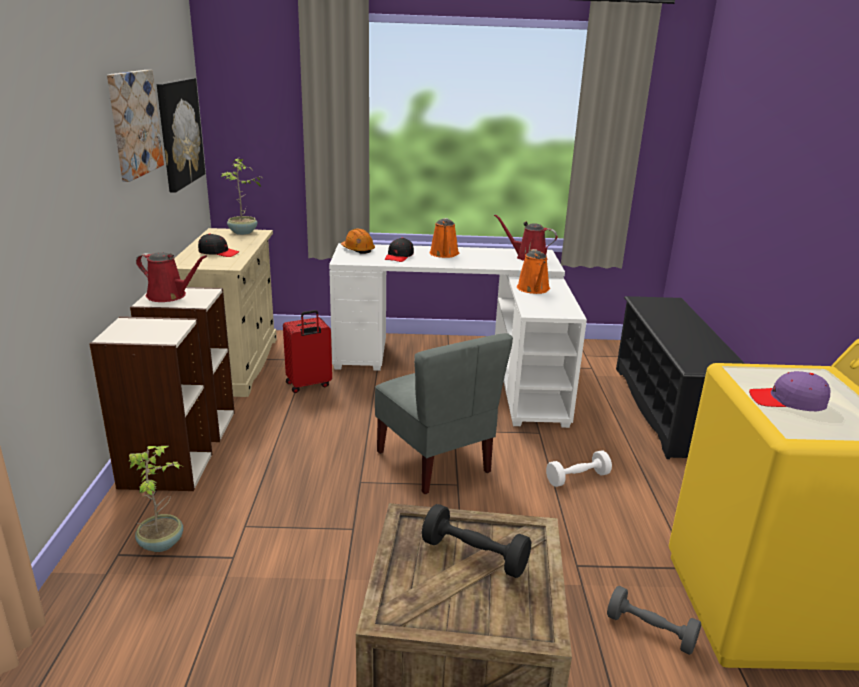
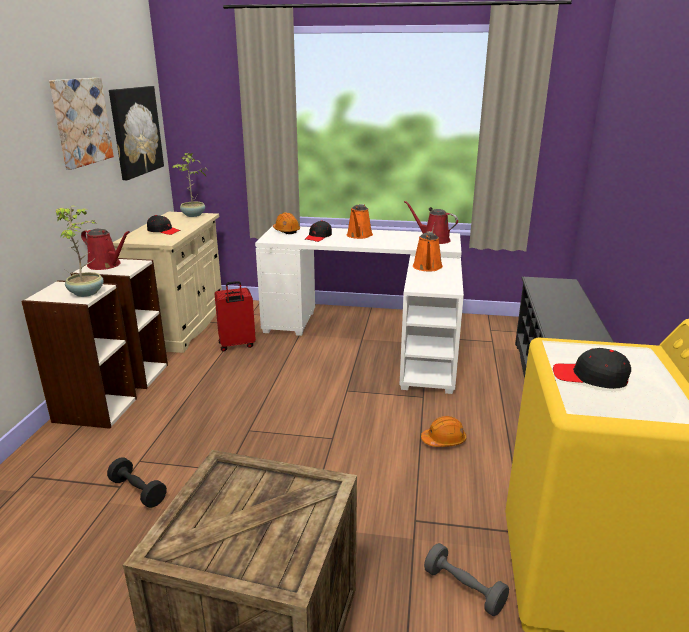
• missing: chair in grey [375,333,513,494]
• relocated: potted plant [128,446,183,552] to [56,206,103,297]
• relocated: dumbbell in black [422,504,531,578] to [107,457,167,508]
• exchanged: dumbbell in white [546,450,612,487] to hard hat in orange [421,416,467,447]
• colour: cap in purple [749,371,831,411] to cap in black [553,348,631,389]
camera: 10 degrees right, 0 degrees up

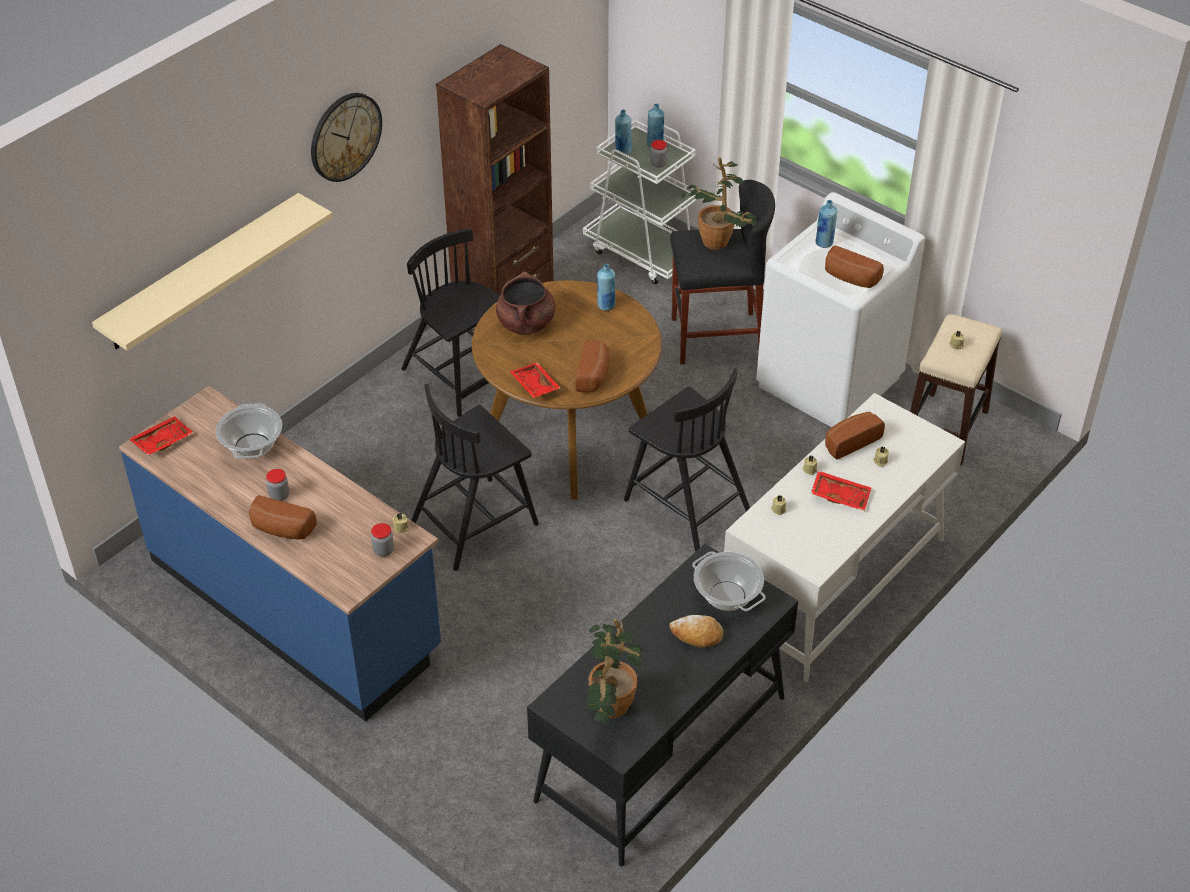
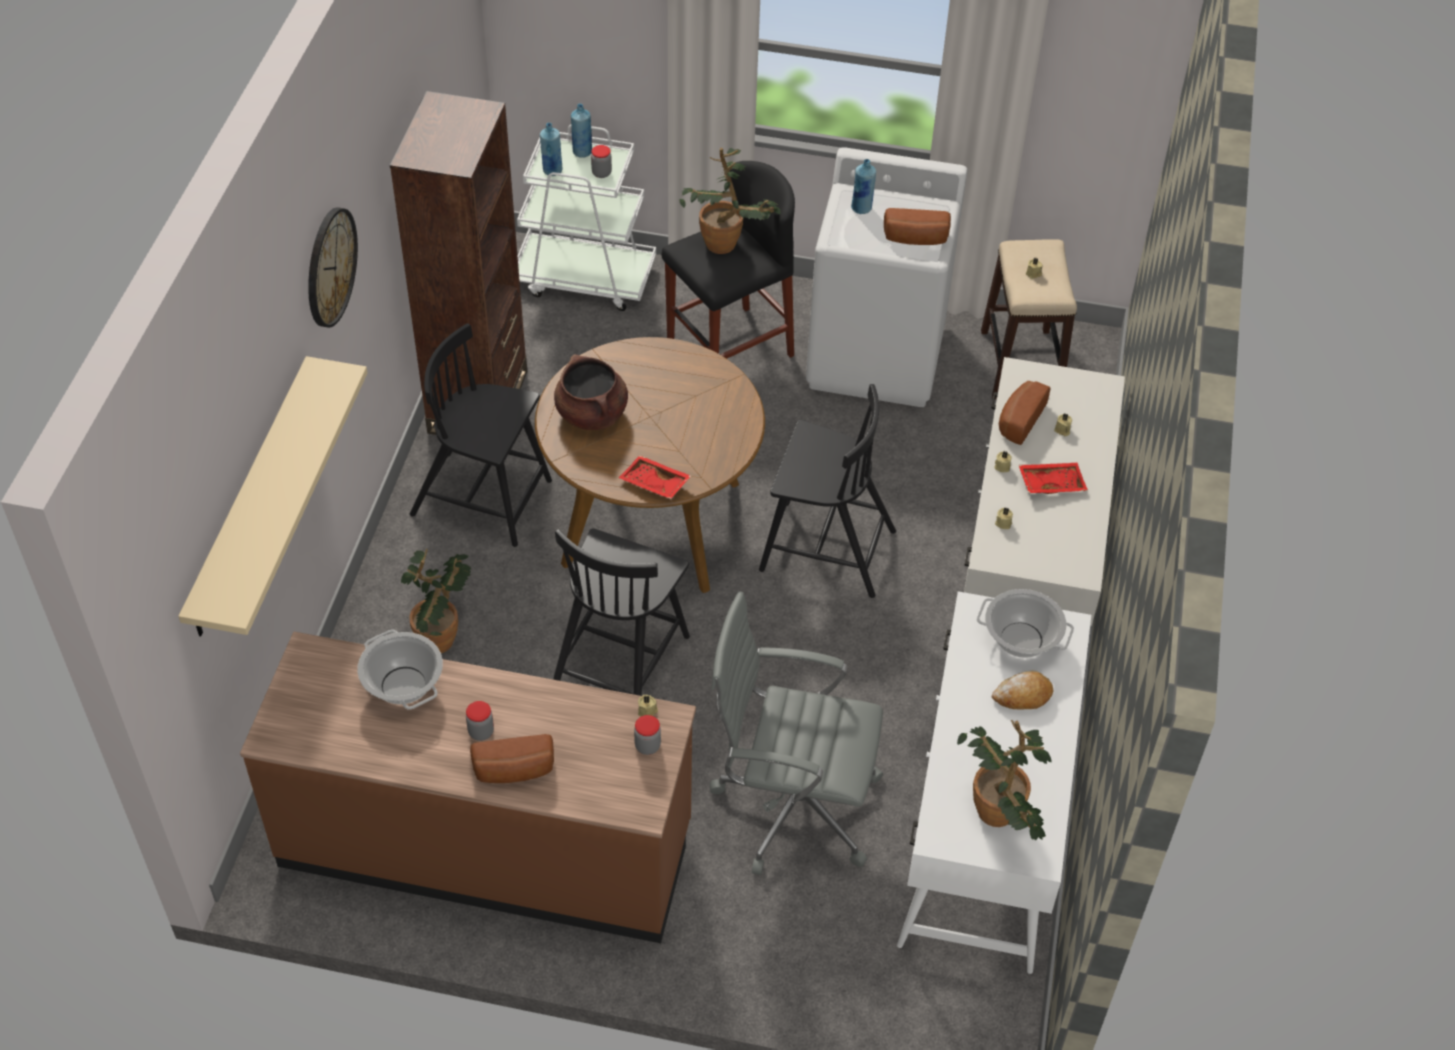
• missing: tray in red [129,416,194,455]
• missing: bread [575,339,610,392]
• missing: bottle in blue [597,264,615,311]
• appeared: potted plant [401,549,471,653]
• appeared: office chair in grey [710,592,883,875]
• colour: counter in blue [119,385,441,722] to counter in brown [240,632,696,943]
• colour: desk in black [527,543,798,867] to desk in white [897,591,1091,974]
camera: 30 degrees left, 5 degrees up

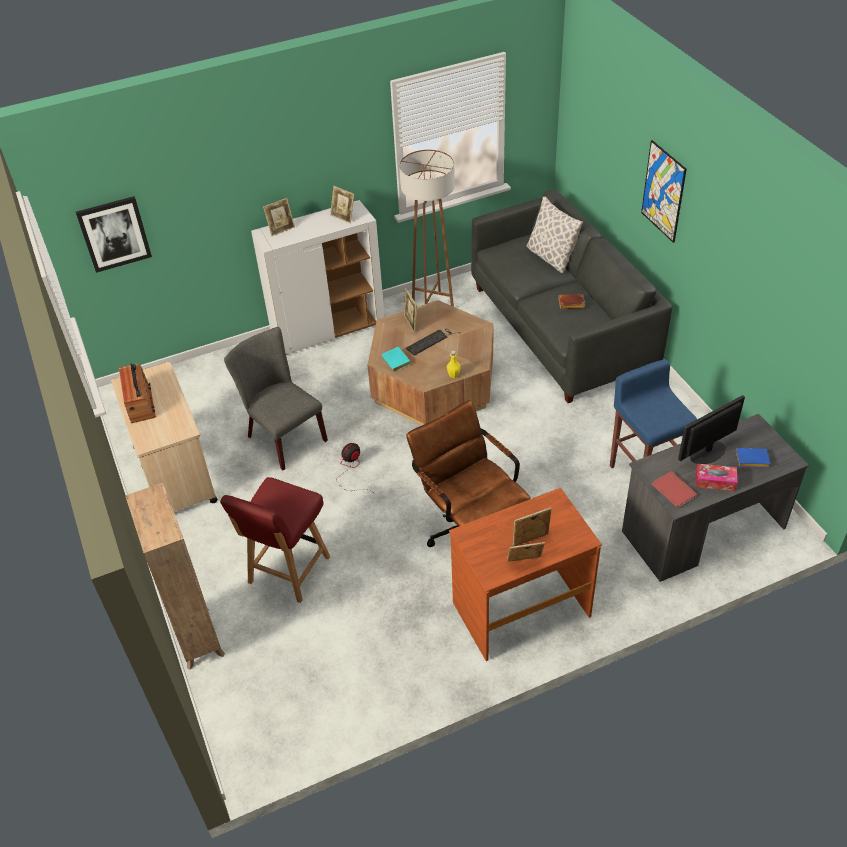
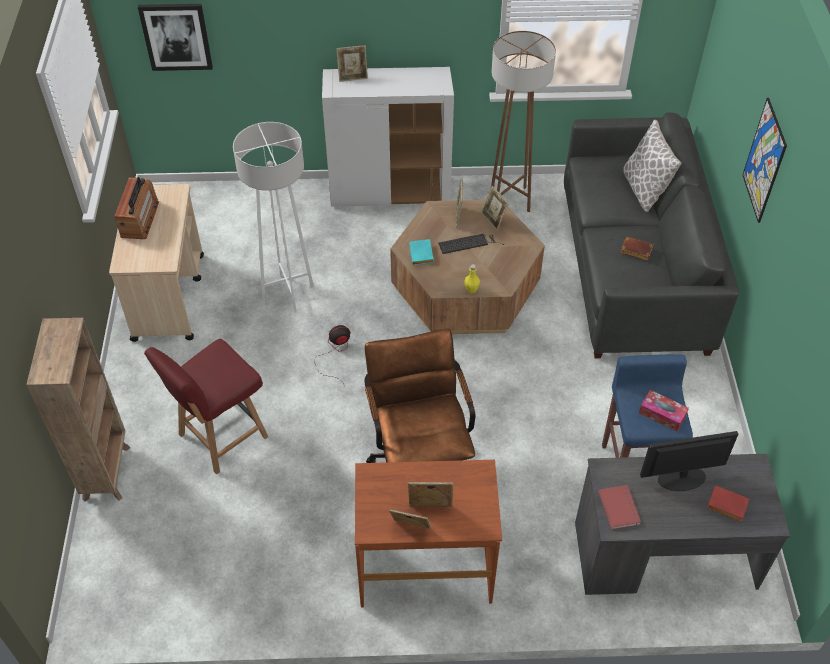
• relocated: picture frame [330,186,354,223] to [481,186,509,230]
• relocated: tissue box [696,464,738,491] to [639,390,689,431]
• exchanged: chair in grey [224,327,328,471] to floor lamp in white [233,122,314,313]
• colour: book in blue [736,448,770,468] to book in red [707,485,749,522]
camera: 20 degrees right, 5 degrees up

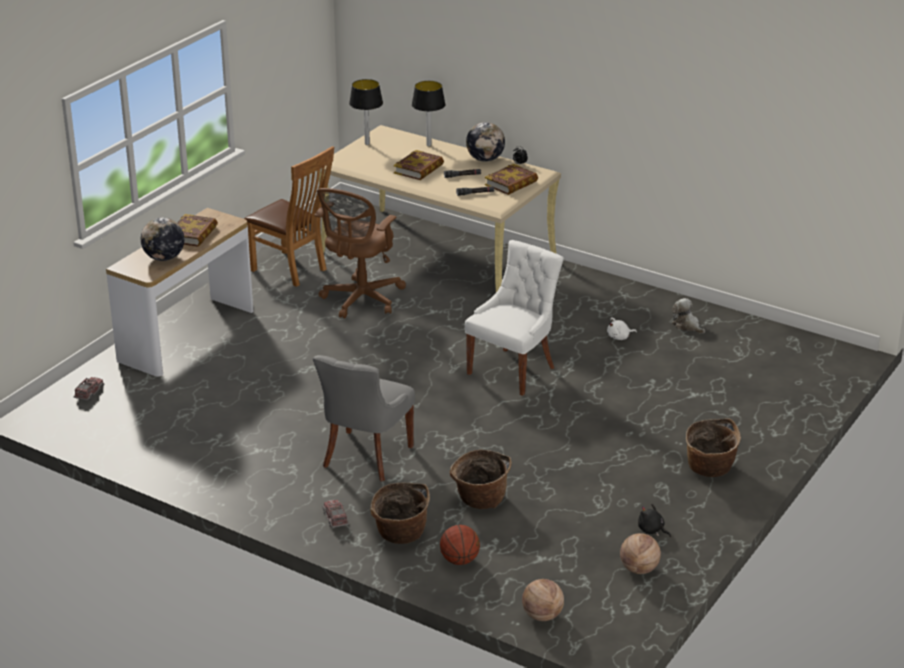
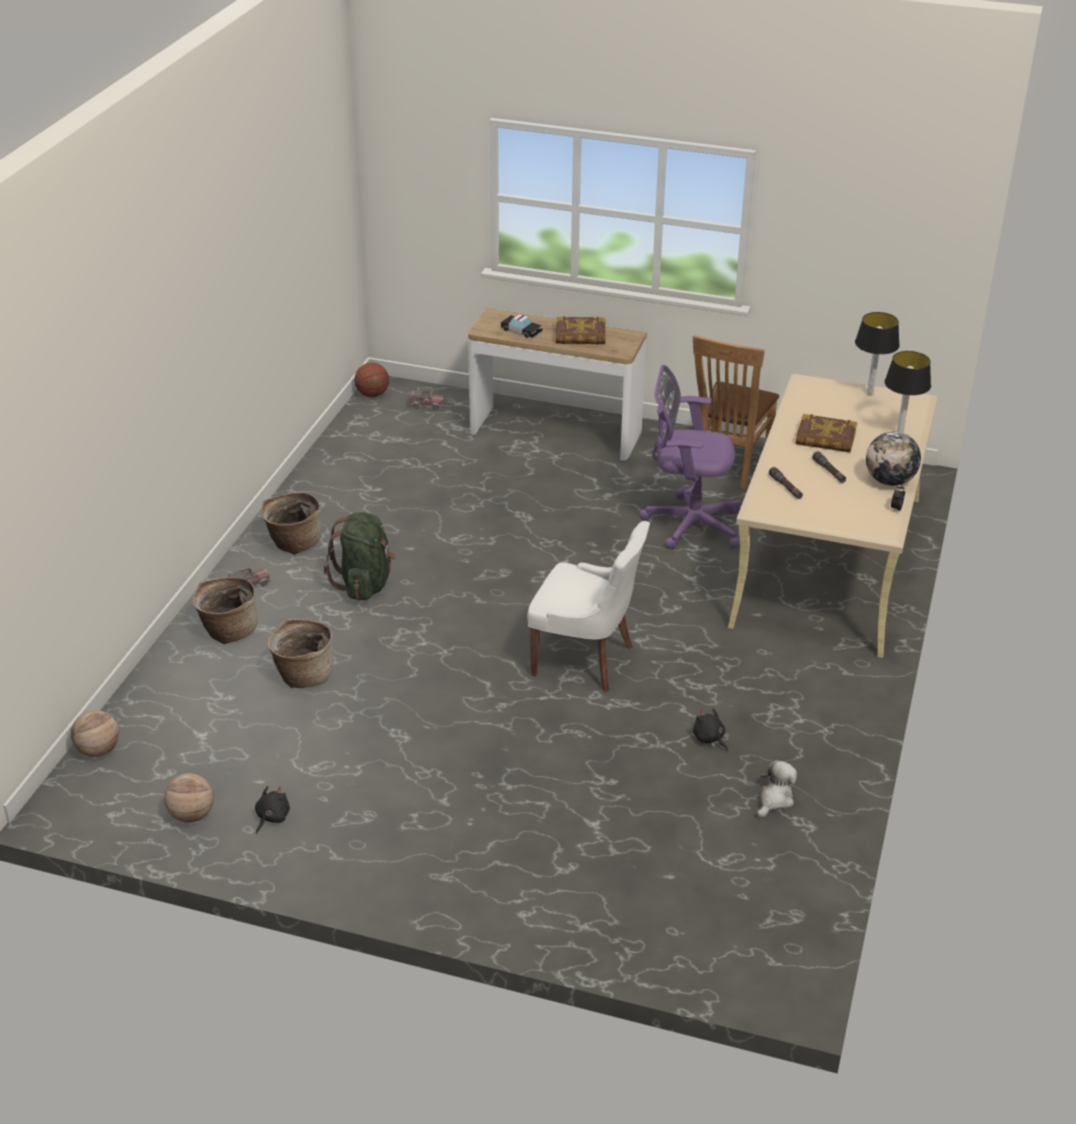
• missing: book [485,164,538,195]
• relocated: basketball [440,525,480,565] to [355,362,389,397]
• relocated: basket [686,418,741,477] to [261,492,321,555]
• exchanged: globe [141,217,184,261] to toy car [501,314,543,338]
• exchanged: chair in grey [313,355,415,481] to backpack in green [324,512,396,600]
• colour: office chair in brown [314,188,406,318] to office chair in purple [639,365,742,549]
• colour: plush toy in white [607,318,637,340] to plush toy in black [693,708,728,751]
camera: 75 degrees right, 5 degrees up

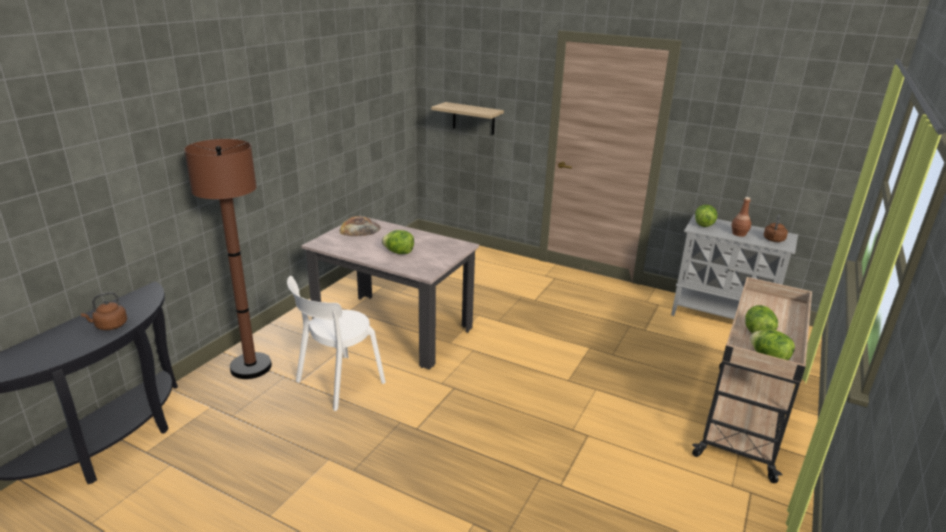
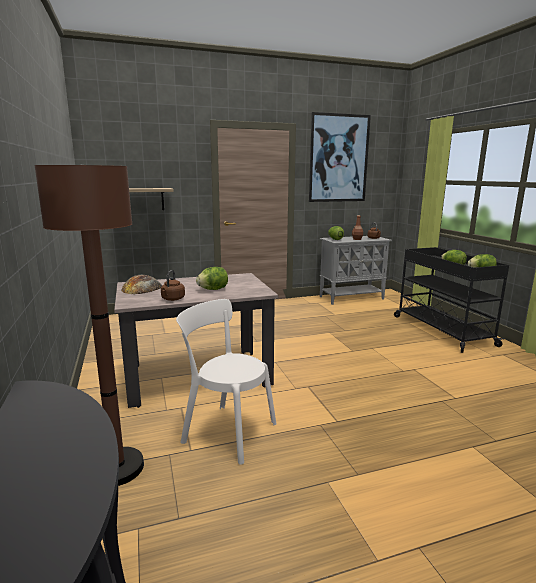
• appeared: picture [309,112,371,202]
• relocated: kettle in brown [81,292,127,330] to [161,270,185,301]
• colour: cart in beige [692,277,812,483] to cart in black [394,247,509,353]
• spun: chair in white [287,276,386,411] = [176,299,276,465] 120 degrees clockwise
camera: 45 degrees left, 10 degrees down

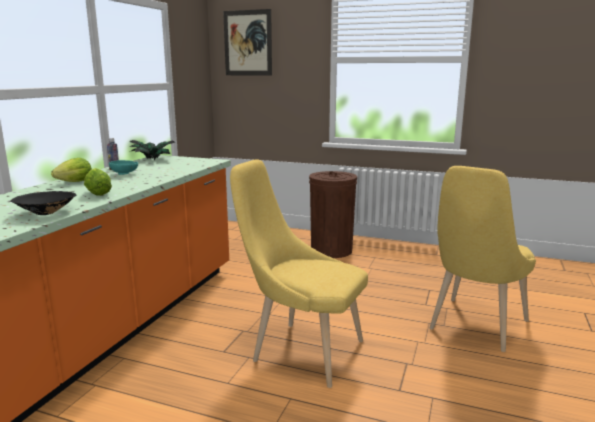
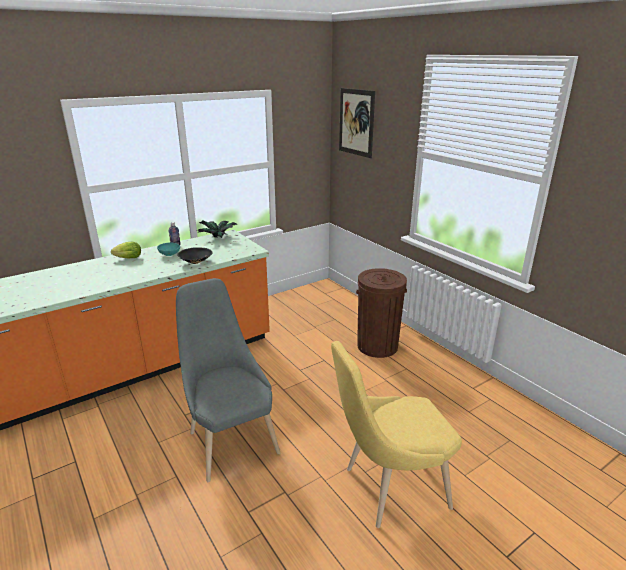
• missing: lettuce [84,168,112,196]
• relocated: bowl in black [11,191,76,215] to [177,247,213,264]
• colour: chair in yellow [230,159,368,388] to chair in grey [176,278,280,482]
camera: 35 degrees right, 10 degrees up

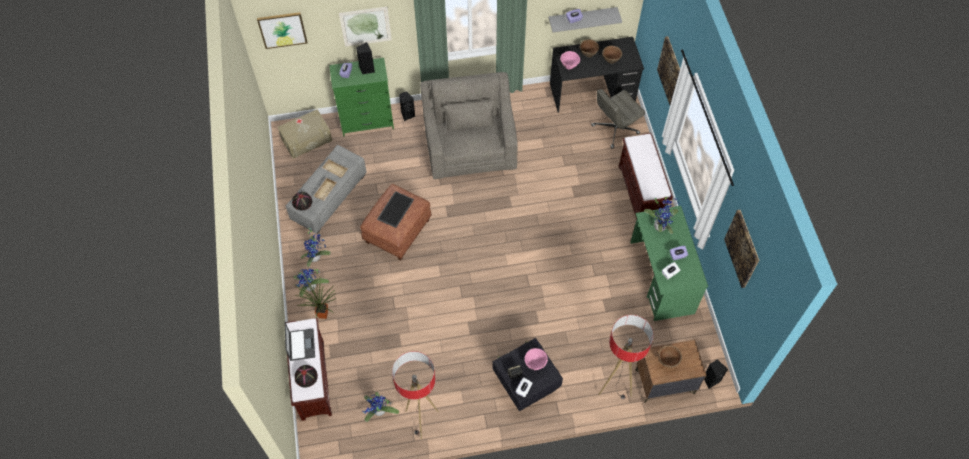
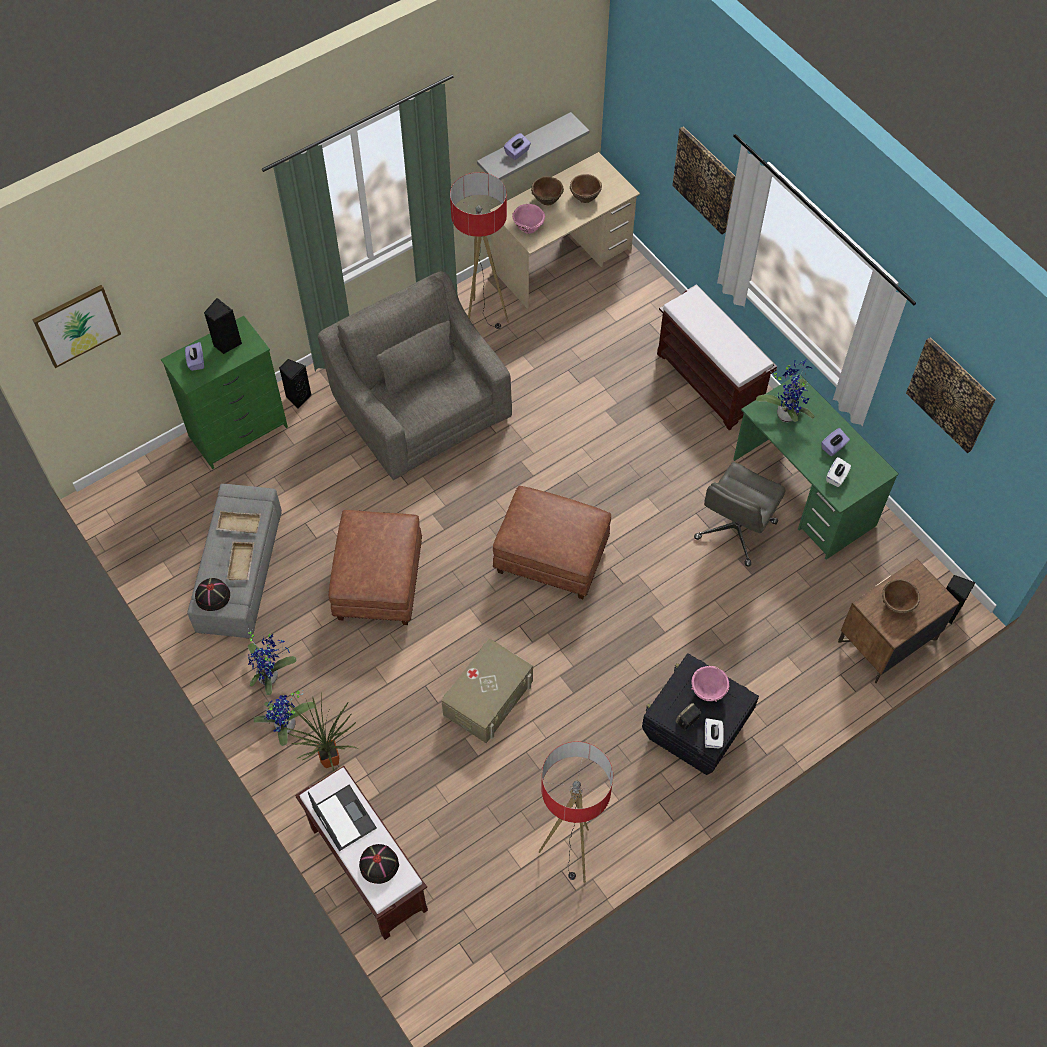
• missing: picture [339,7,392,47]
• missing: potted plant [362,392,399,422]
• missing: tray [377,191,414,228]
• appeared: ottoman in brown [493,486,611,599]
• relocated: storage box in beige [278,109,332,158] to [441,638,533,743]
• relocated: office chair in grey [591,89,645,149] to [694,462,785,566]
• relocated: floor lamp [599,315,654,399] to [450,172,509,329]
• colour: desk in black [550,37,644,113] to desk in beige [490,152,640,309]
camera: 25 degrees left, 0 degrees up

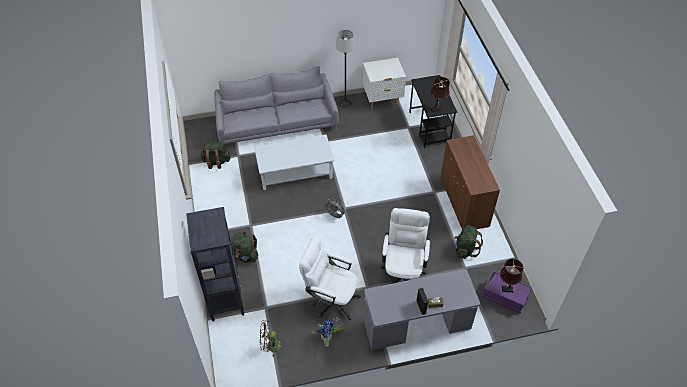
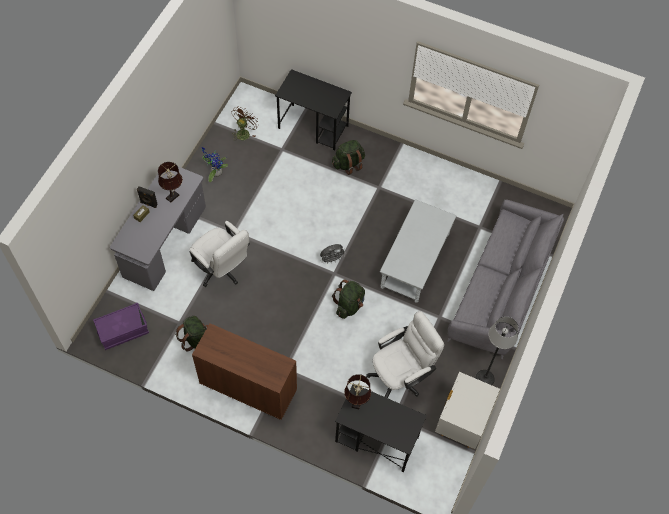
• relocated: backpack in green [200,141,230,169] to [332,279,365,319]
• relocated: office chair in white [299,236,361,320] to [366,311,444,398]
• relocated: table lamp in brown [500,259,524,292] to [158,162,183,203]
• exchanged: bookcase in black [186,207,244,322] to desk in black [275,69,352,150]
camera: 125 degrees right, 10 degrees up

